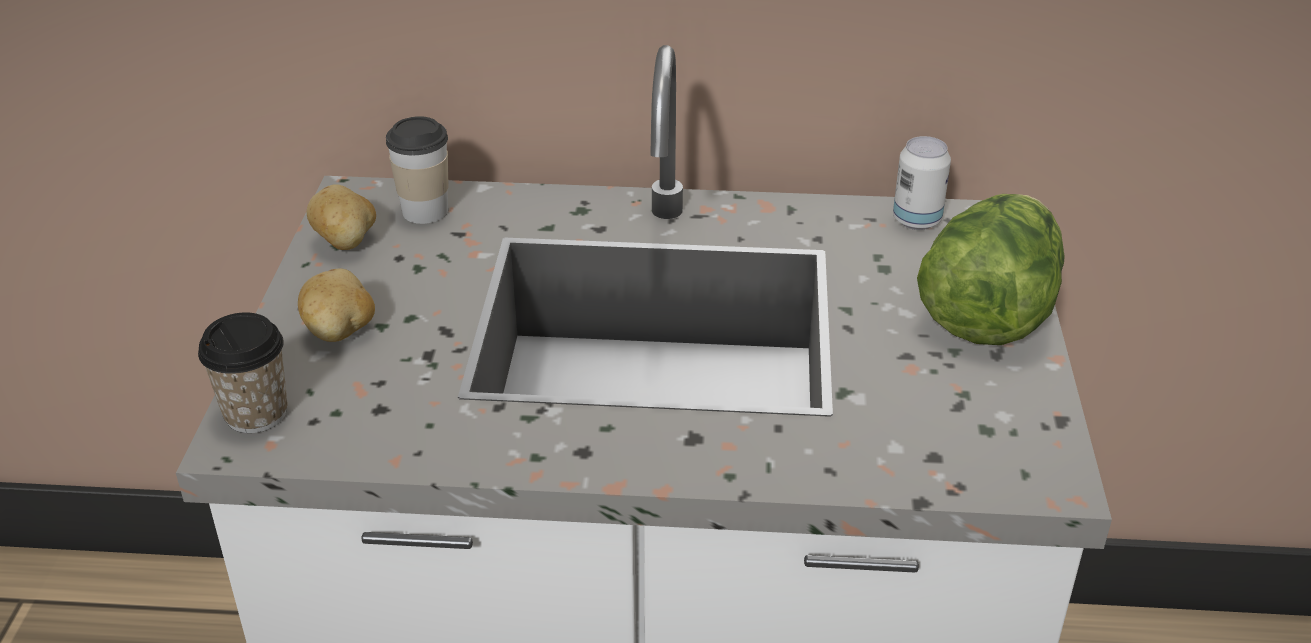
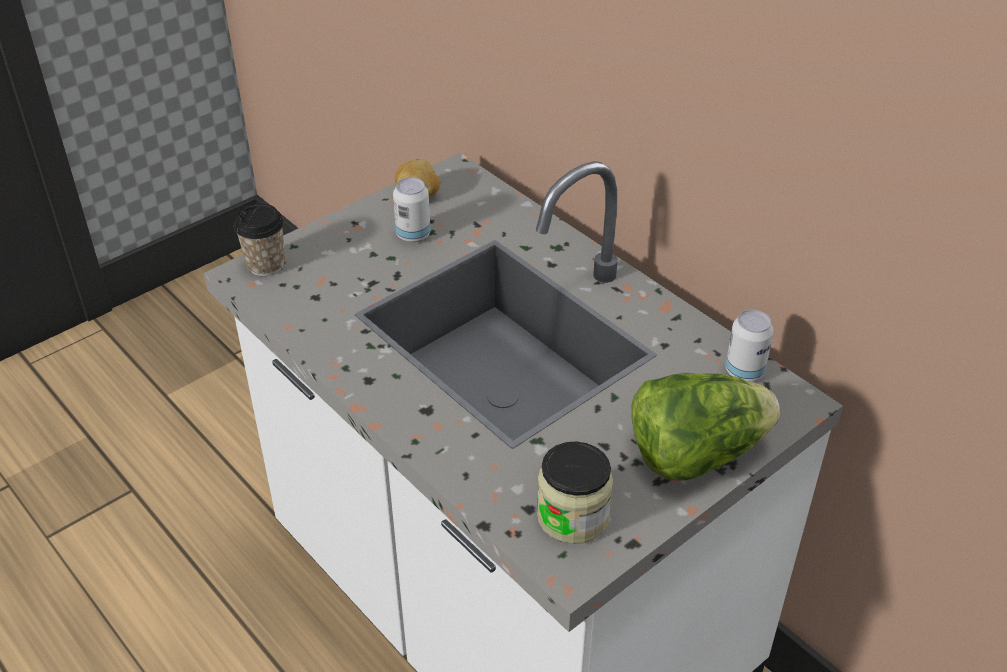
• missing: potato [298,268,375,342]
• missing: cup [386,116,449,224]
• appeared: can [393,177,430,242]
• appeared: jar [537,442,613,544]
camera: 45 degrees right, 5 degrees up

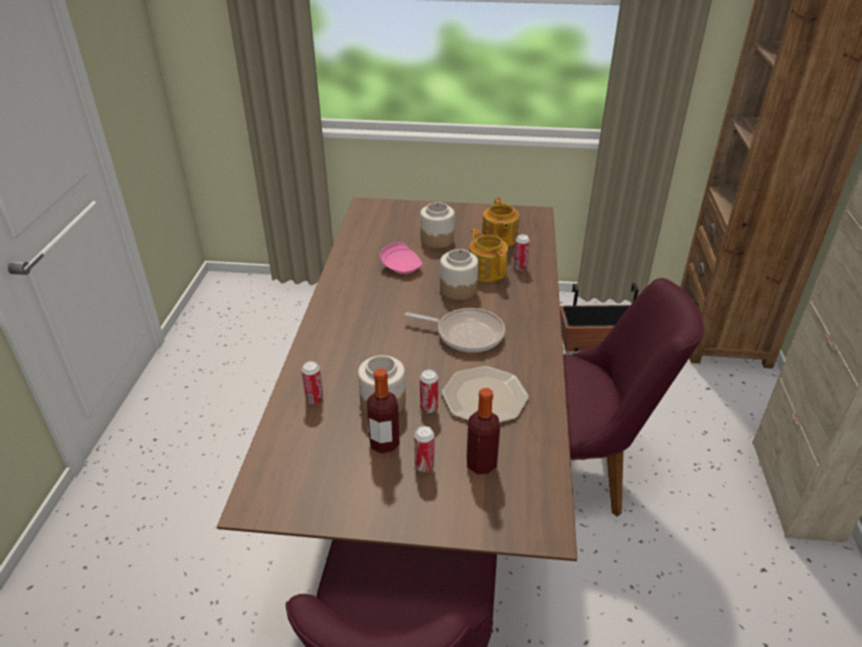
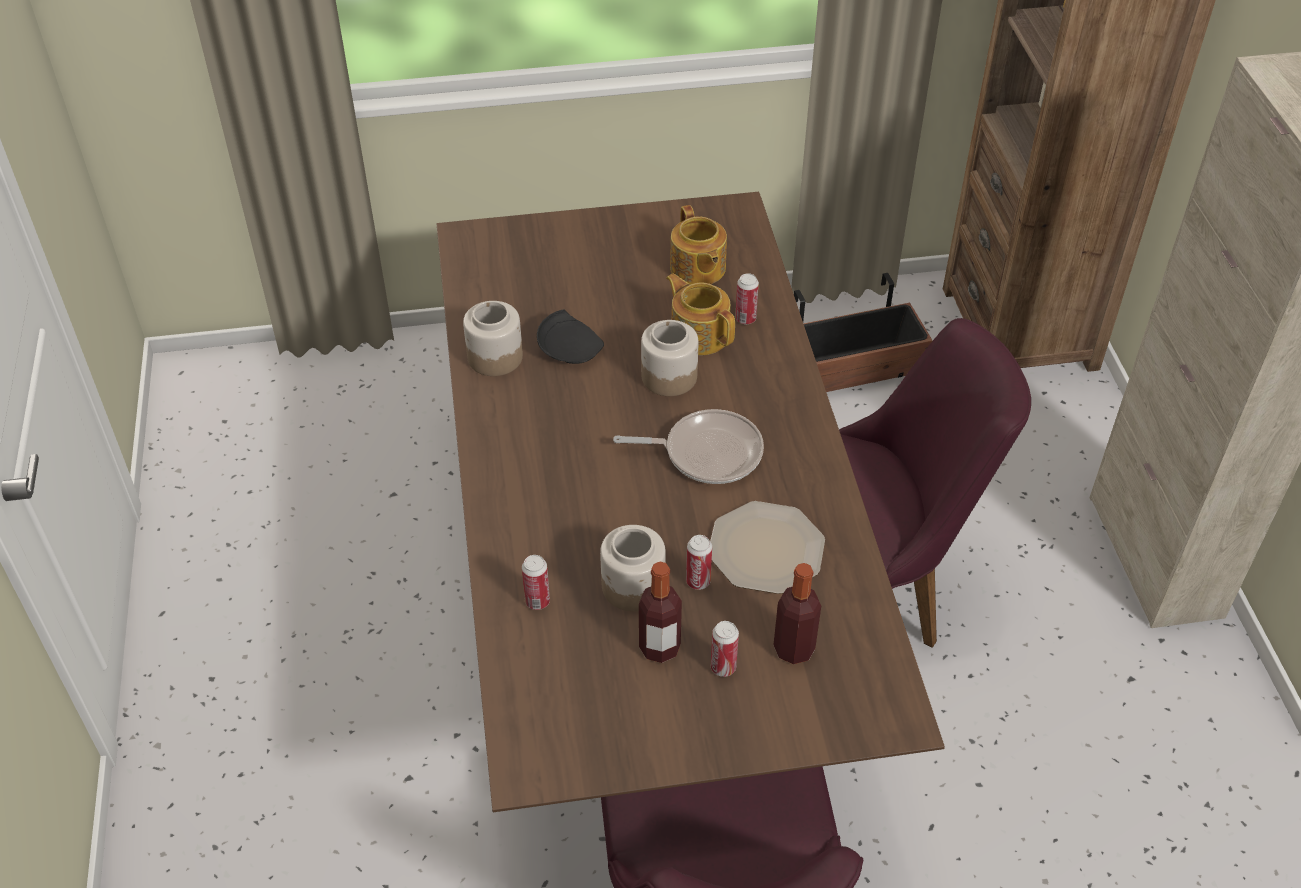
• relocated: jar [420,202,455,248] to [463,301,523,376]
• colour: plate in pink [380,242,423,274] to plate in black [537,309,604,364]
camera: 15 degrees left, 10 degrees up

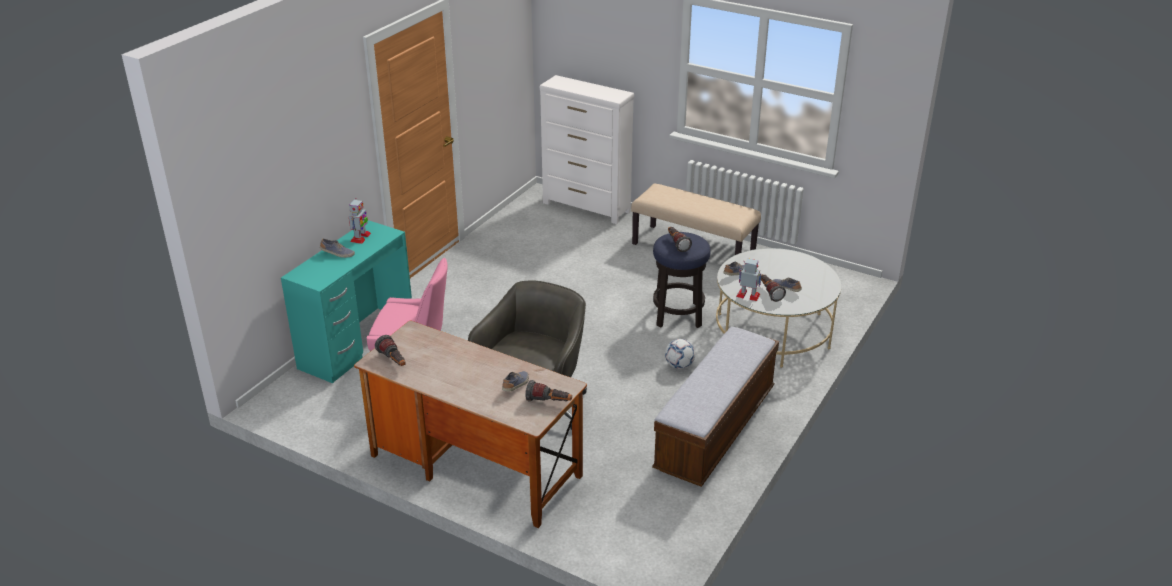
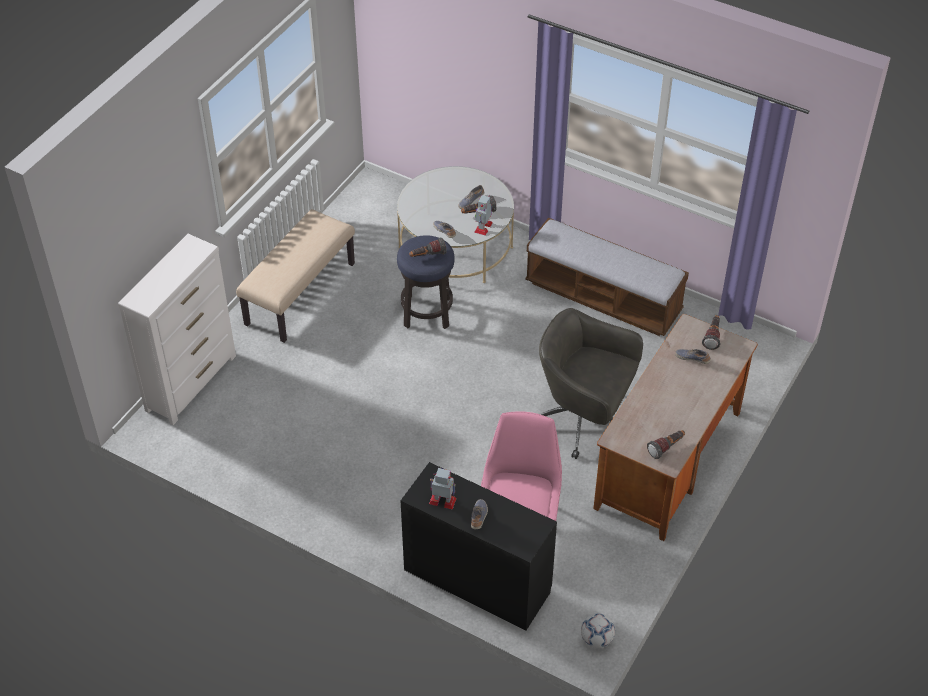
• relocated: football [665,339,695,369] to [581,613,615,648]
• colour: desk in turquoise [281,220,412,383] to desk in black [401,462,557,631]
camera: 90 degrees left, 15 degrees up

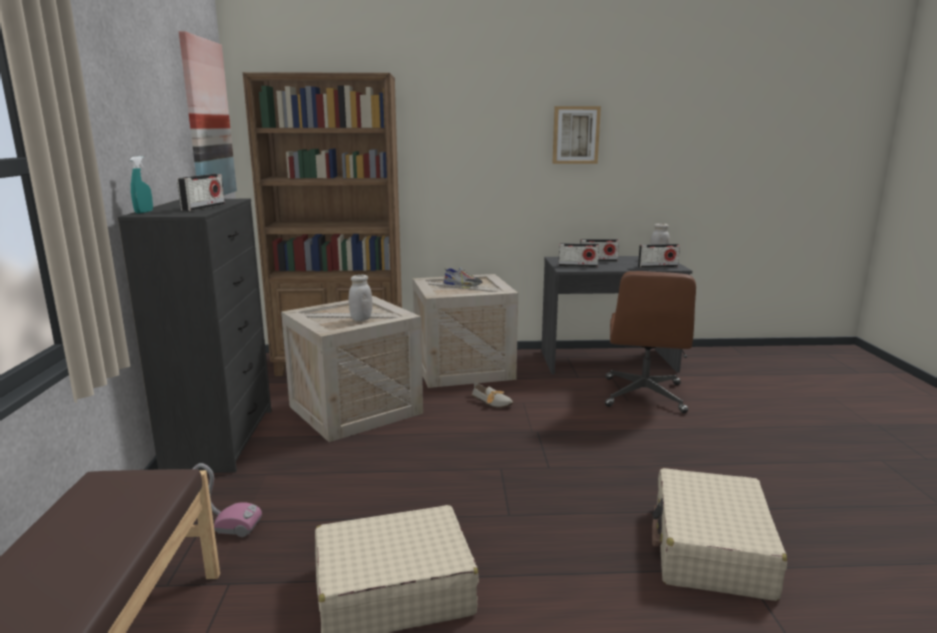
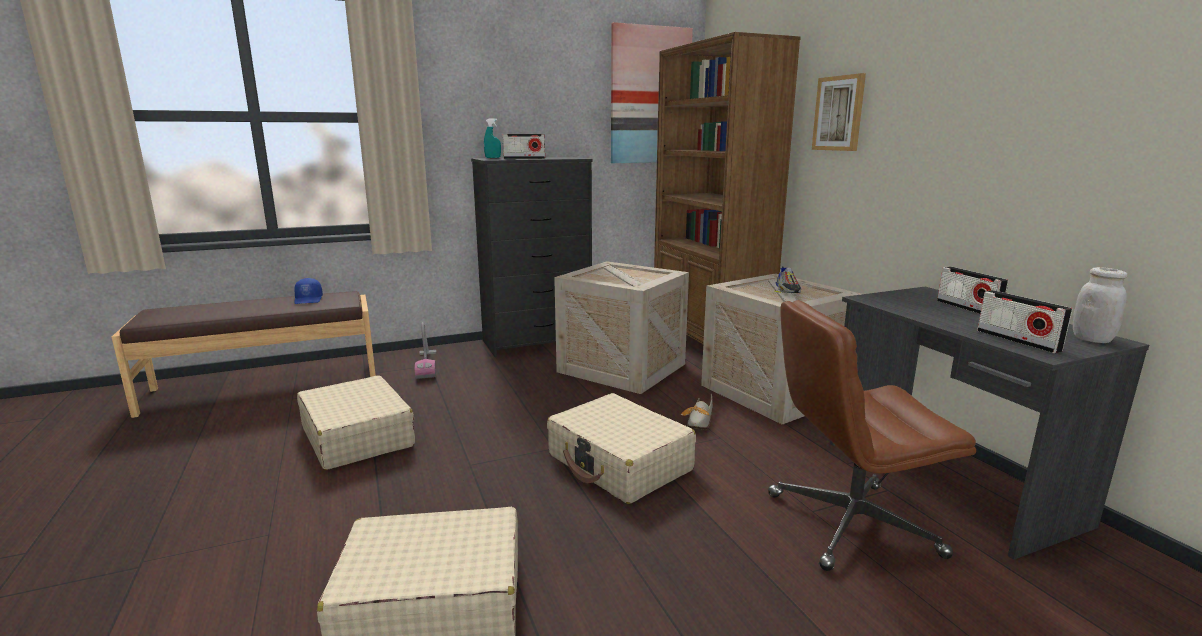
• missing: jar in white [349,275,373,321]
• missing: radio [558,243,599,267]
• appeared: cap in blue [294,278,323,304]
• appeared: suitcase in beige [547,393,696,504]
• relocated: picture [552,106,601,164] to [812,73,866,151]
camera: 70 degrees right, 0 degrees up

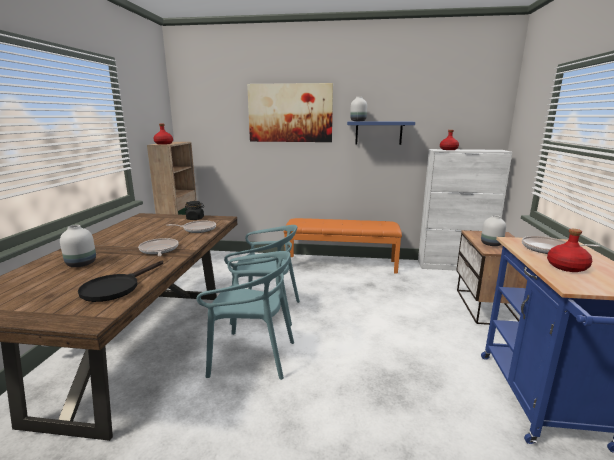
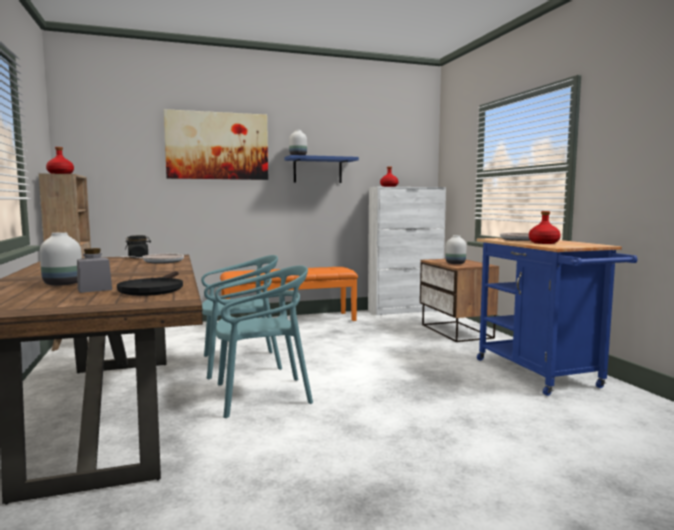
• missing: frying pan [138,238,179,256]
• appeared: jar in grey [77,248,112,293]
camera: 25 degrees left, 10 degrees down

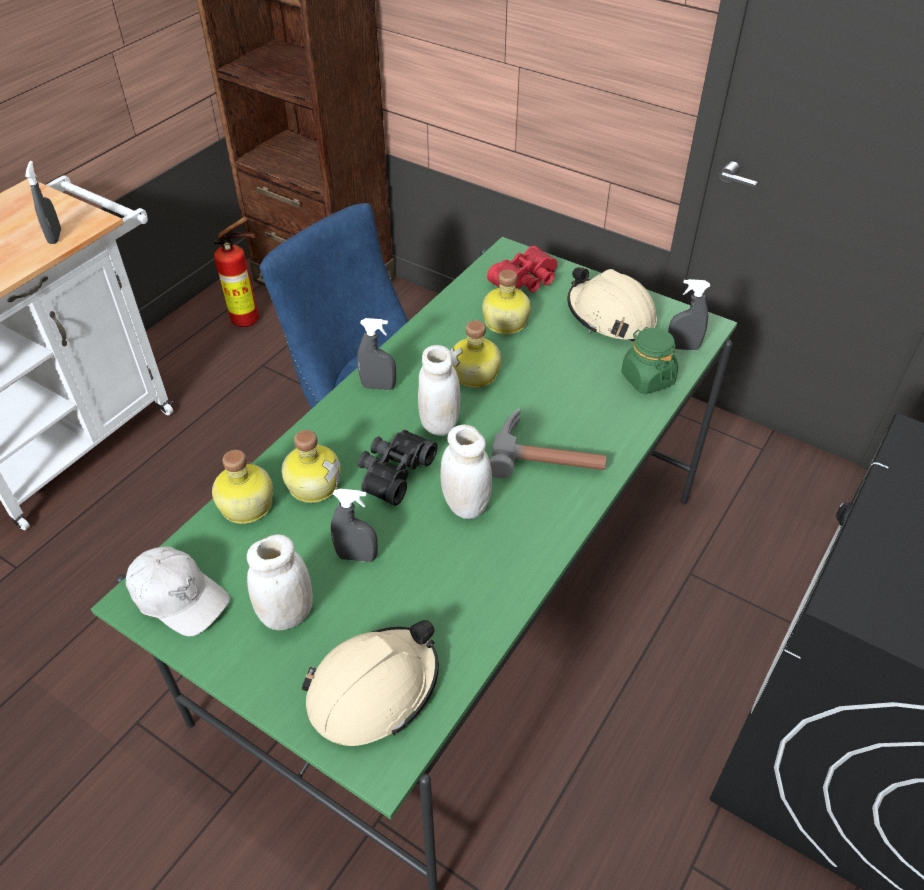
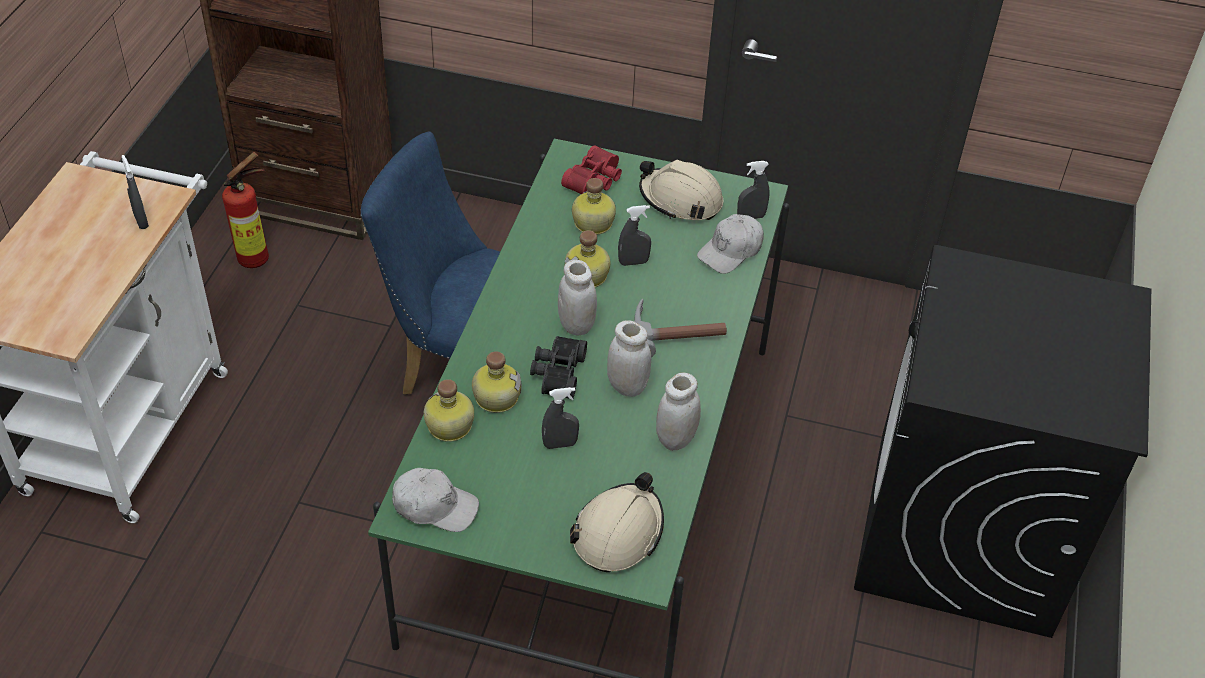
• relocated: jar in white [247,534,313,631] to [656,373,701,451]
• relocated: spray bottle in grey [357,318,396,390] to [618,205,651,266]
• exchanged: jar in green [621,327,678,394] to cap in white [697,214,764,274]
camera: 20 degrees left, 0 degrees up

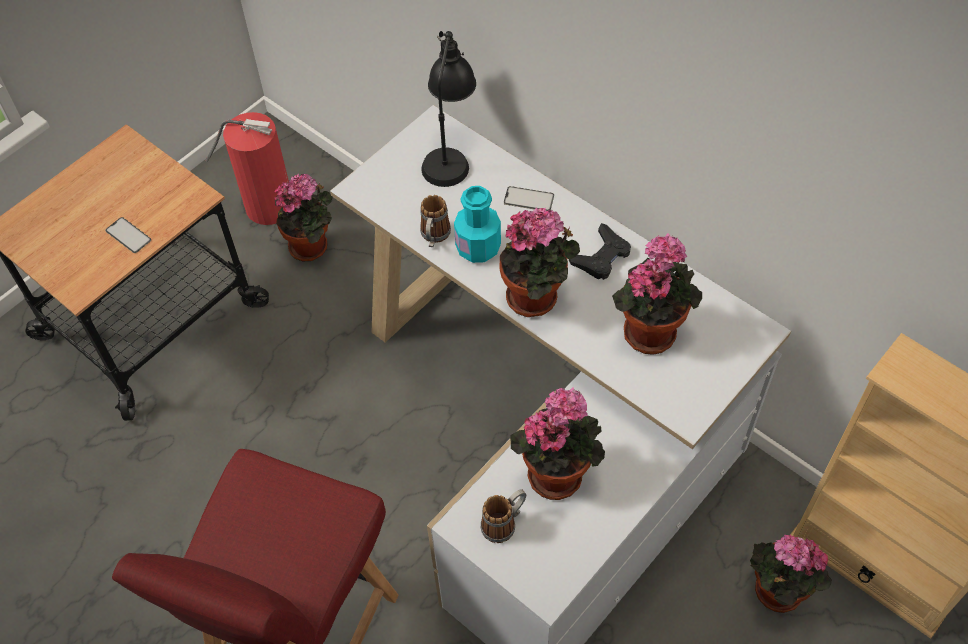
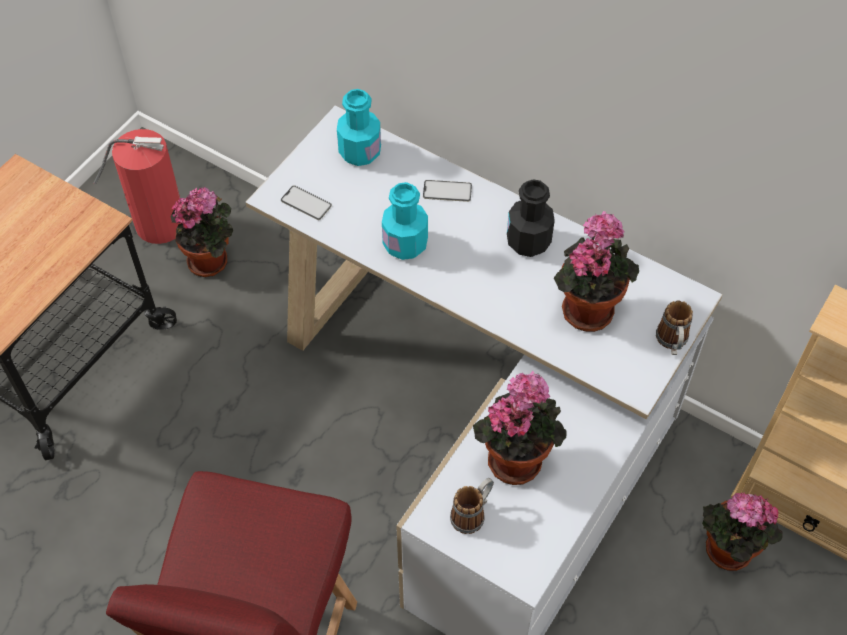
• missing: potted plant [499,207,580,317]
• relocated: phone [105,217,151,253] to [281,185,332,220]
• relocated: mug [420,195,451,247] to [656,300,693,355]
• exchanged: table lamp in black [421,31,476,187] to bottle in turquoise [337,89,381,166]
• exchanged: game controller in black [569,223,631,280] to bottle in black [507,179,555,257]
camera: 10 degrees left, 0 degrees up

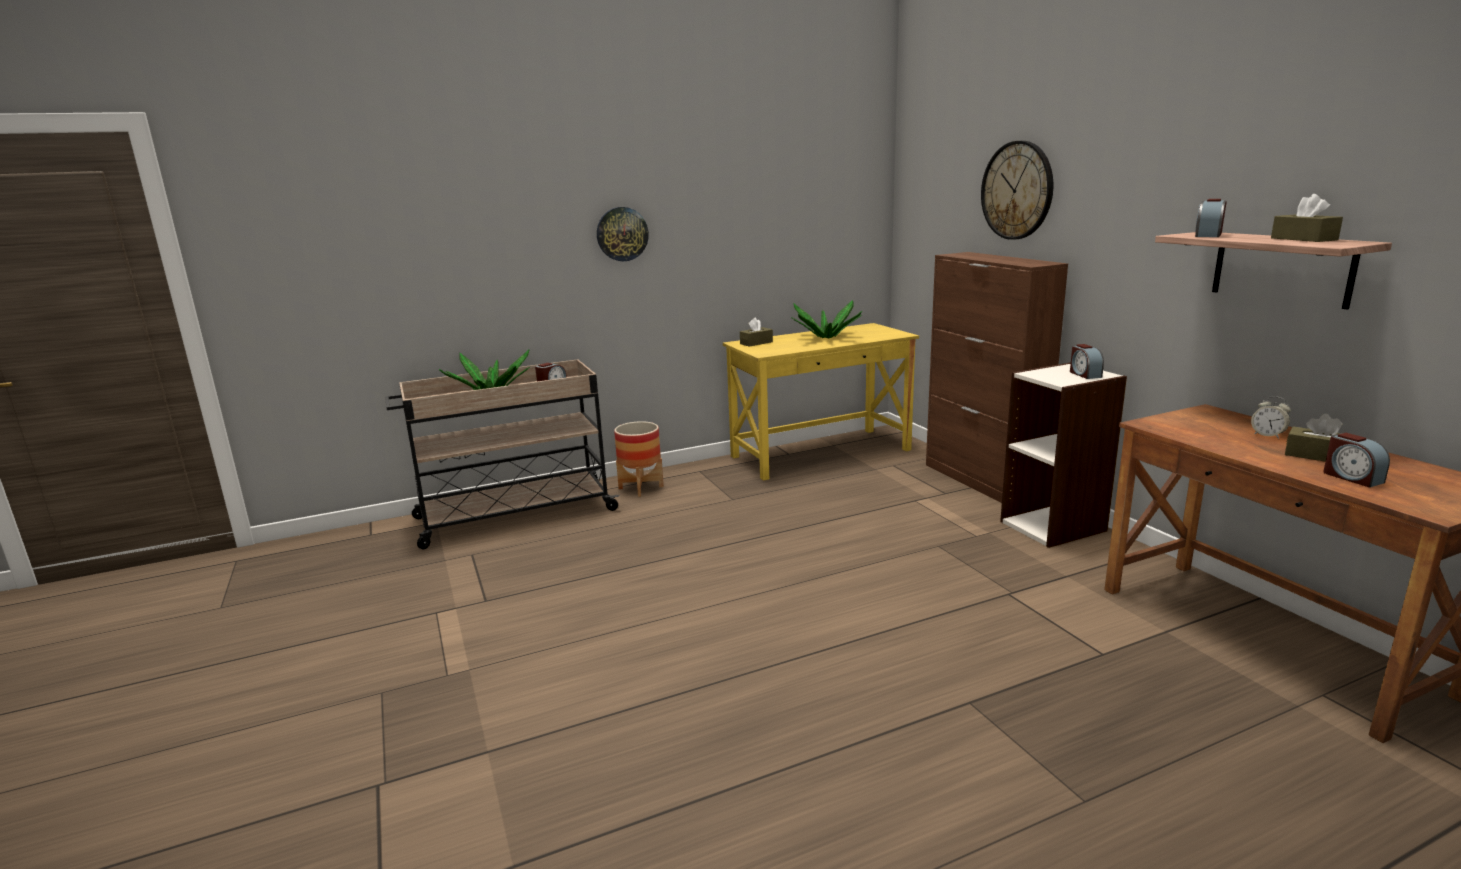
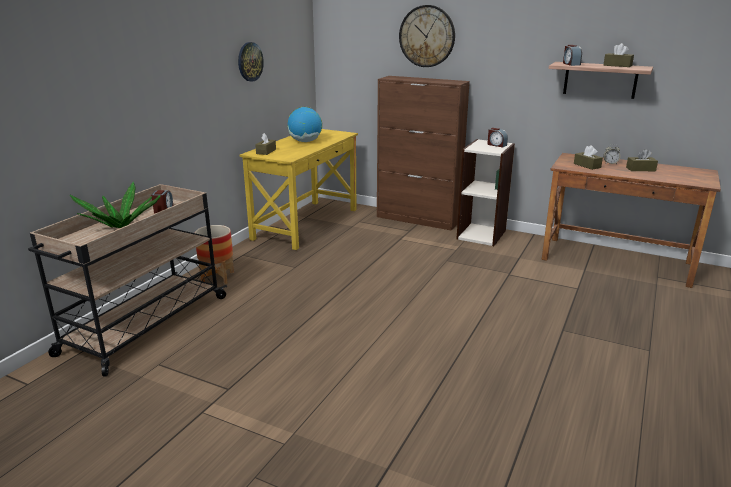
• missing: alarm clock [1323,433,1390,488]
• appeared: tissue box in brown [574,145,603,170]
• relocated: wall clock [597,207,649,261] to [238,42,264,82]
• exchanged: potted plant [791,300,862,338] to globe [288,107,322,142]
camera: 40 degrees left, 5 degrees up

